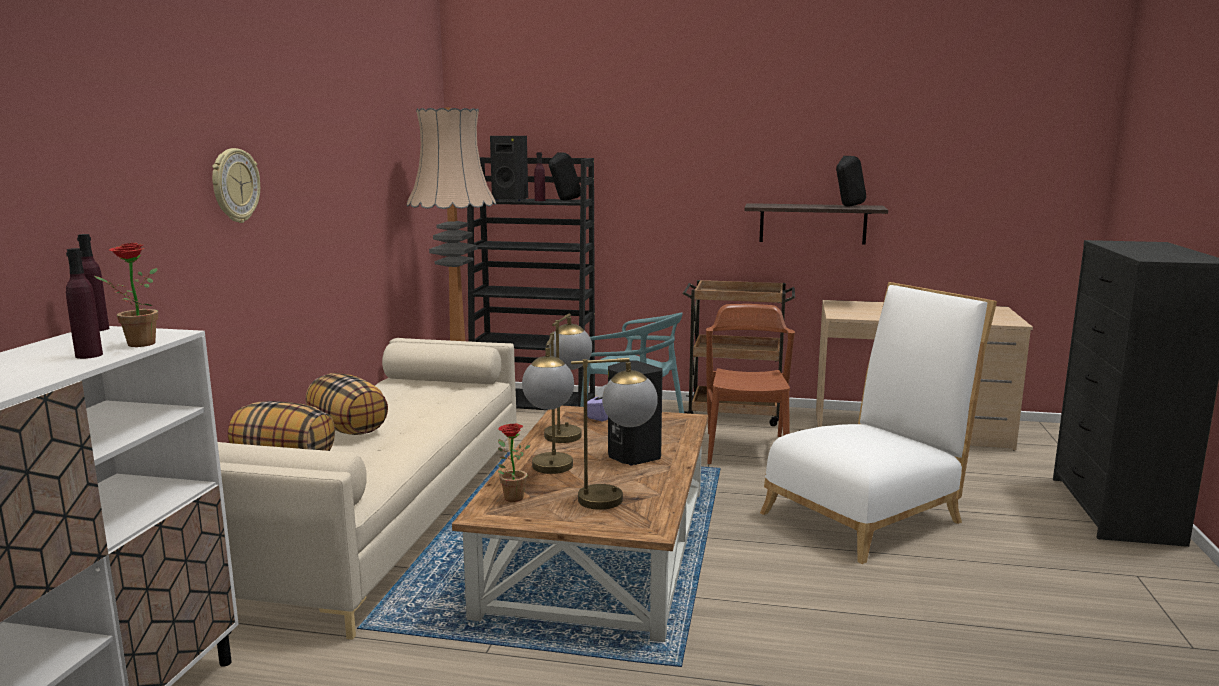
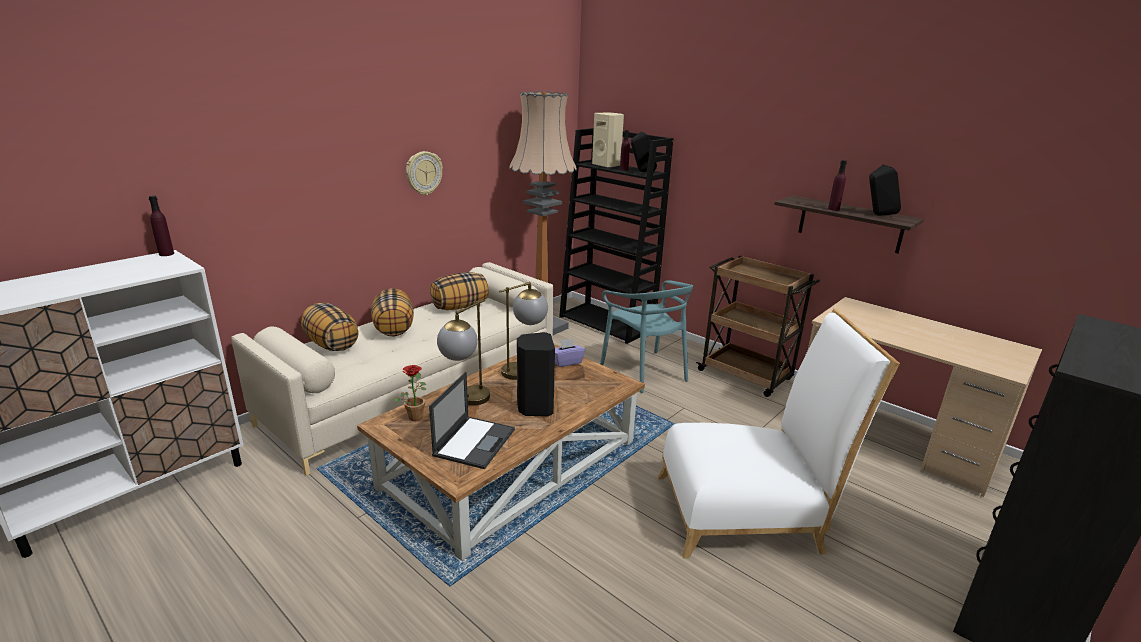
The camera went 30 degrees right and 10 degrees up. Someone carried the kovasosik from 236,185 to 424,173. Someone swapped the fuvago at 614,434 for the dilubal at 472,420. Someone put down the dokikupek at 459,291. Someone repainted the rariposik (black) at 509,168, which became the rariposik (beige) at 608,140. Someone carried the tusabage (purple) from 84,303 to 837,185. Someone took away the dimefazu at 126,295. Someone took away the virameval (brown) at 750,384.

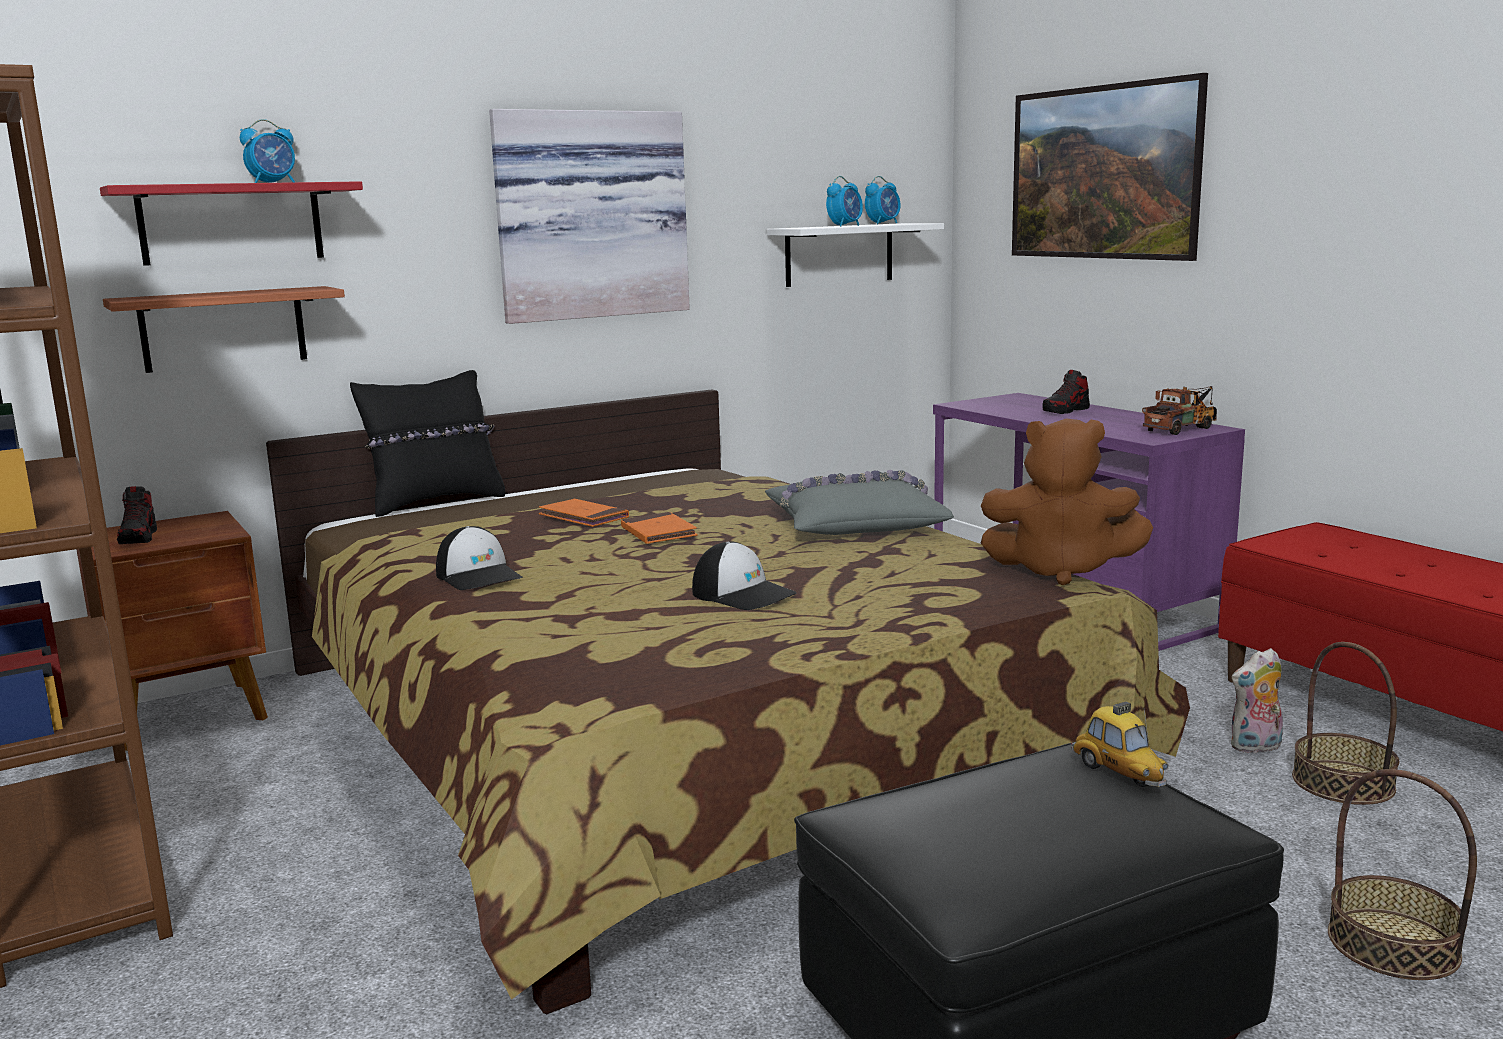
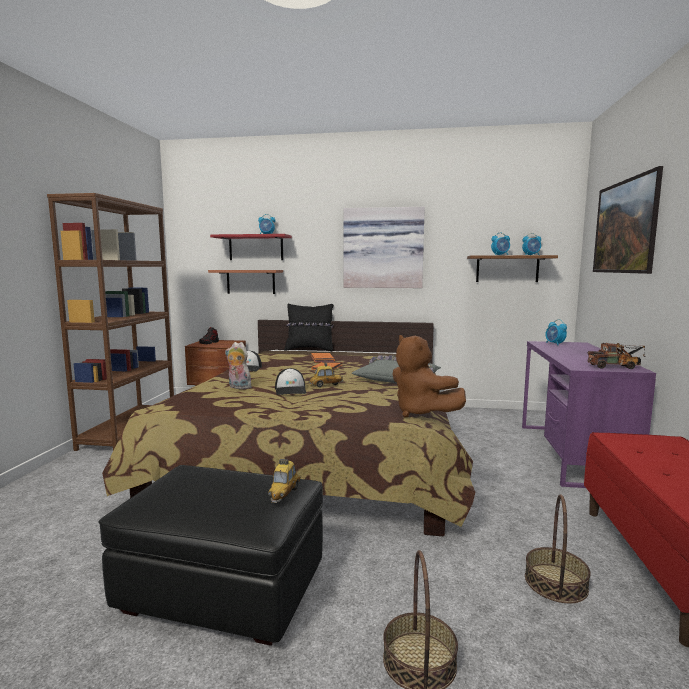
The camera went 40 degrees right and 5 degrees down. Someone carried the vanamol from 1259,700 to 238,365. Someone put down the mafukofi at 326,375. Someone repainted the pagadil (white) at 855,255, which became the pagadil (brown) at 512,268. Someone put down the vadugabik at 556,332. Someone took away the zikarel at 1066,392.

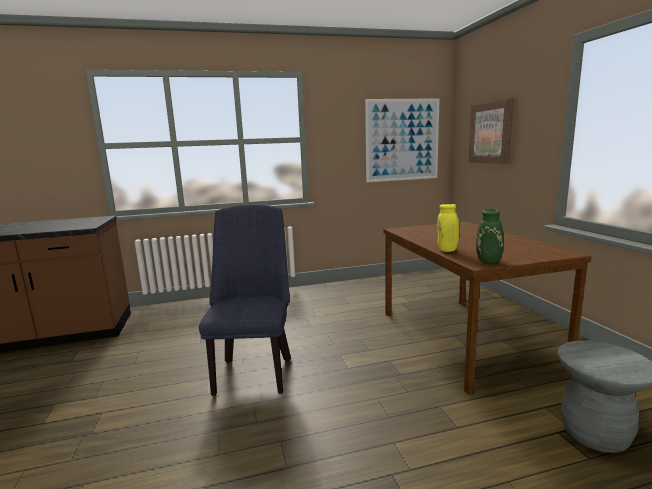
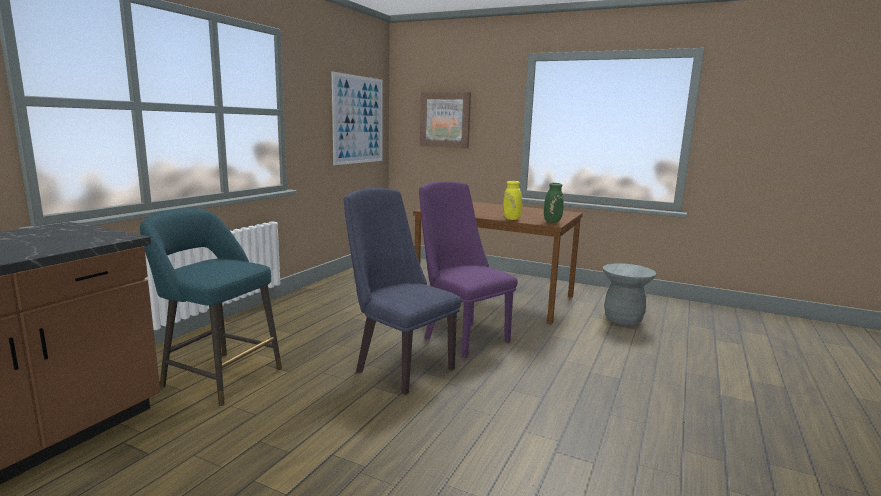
The camera went 50 degrees left and 0 degrees up. Someone put down the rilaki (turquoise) at 211,307. Someone put down the virameval (purple) at 468,269.

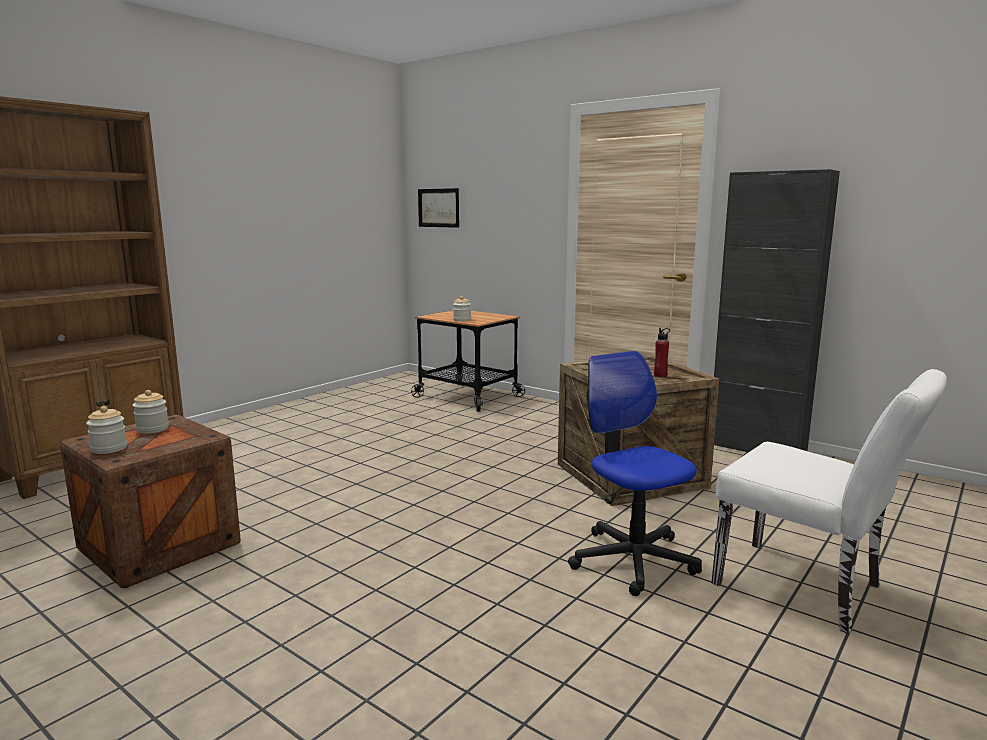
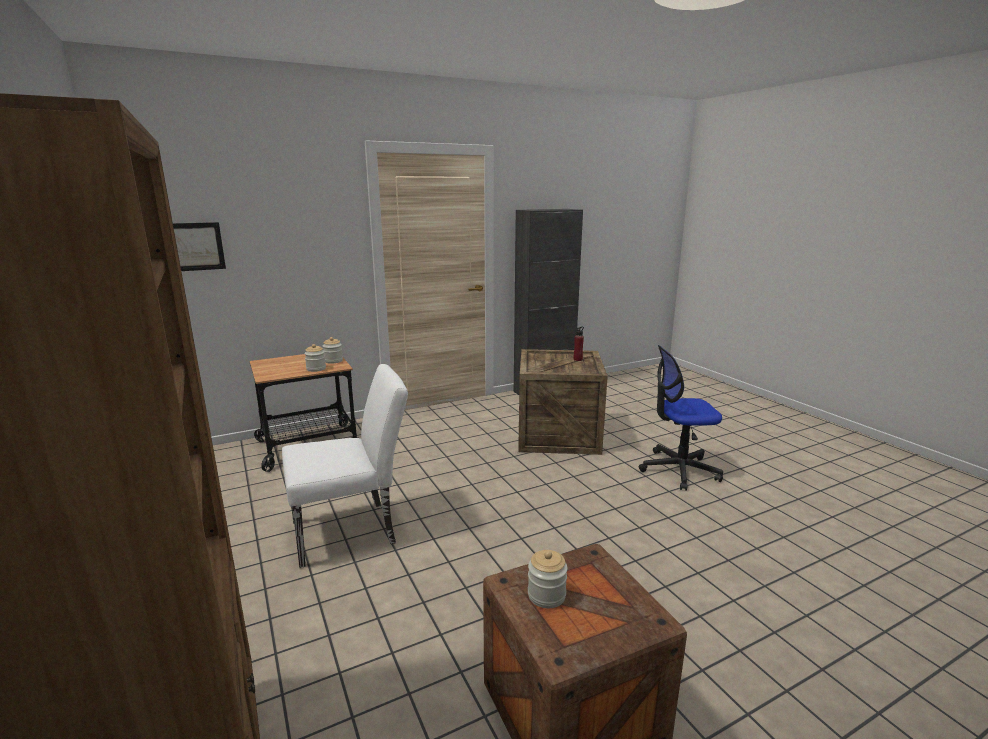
The camera went 65 degrees left and 5 degrees up. Someone carried the virameval (white) from 829,501 to 345,466. Someone carried the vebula from 106,430 to 333,350.

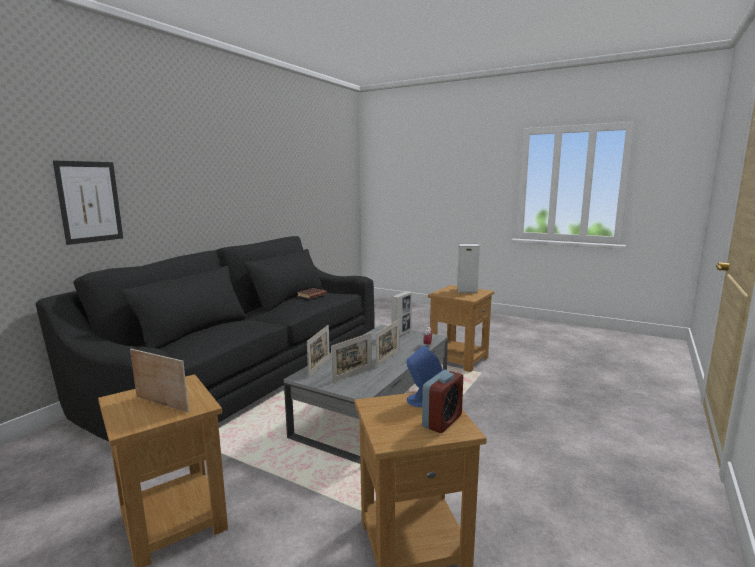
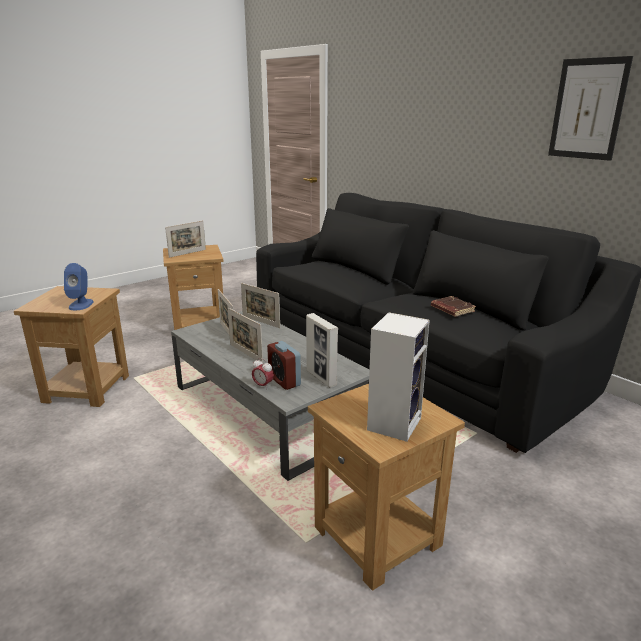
The camera went 110 degrees right and 10 degrees up. Someone carried the vadugabik from 442,401 to 284,365. Someone carried the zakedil from 88,203 to 590,108.

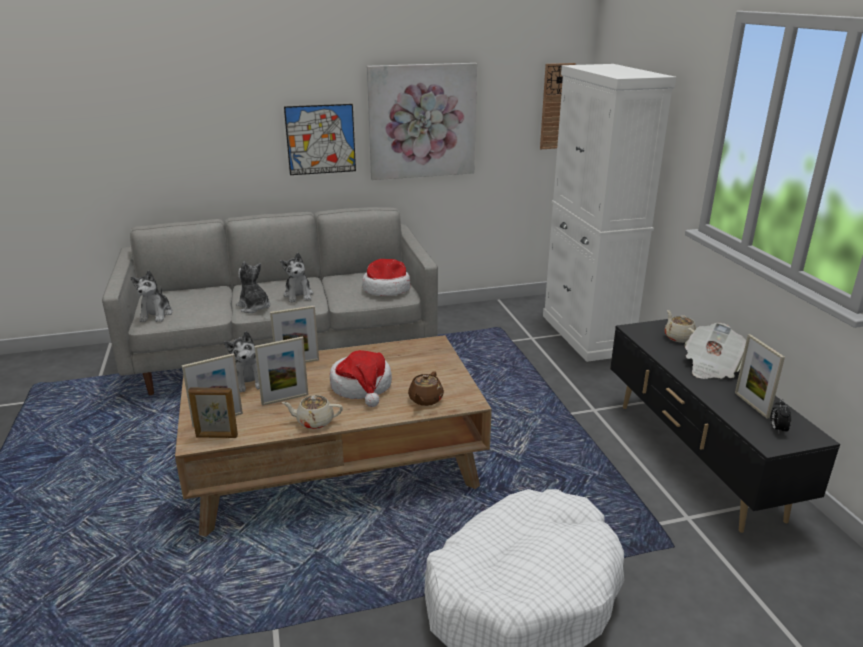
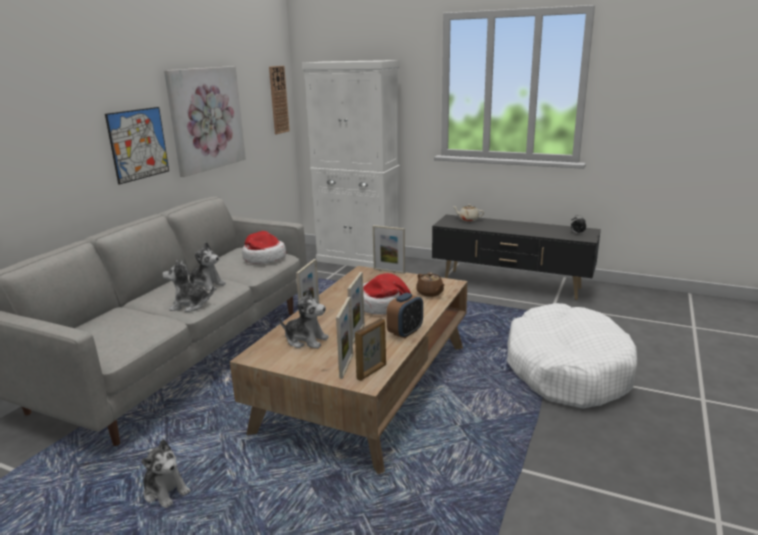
The camera went 50 degrees left and 5 degrees down. Someone carried the vanamol from 152,296 to 166,473. Someone carried the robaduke from 760,376 to 389,249. Someone swapped the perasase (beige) at 312,412 for the vadugabik at 404,316. Someone took away the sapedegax at 715,351.

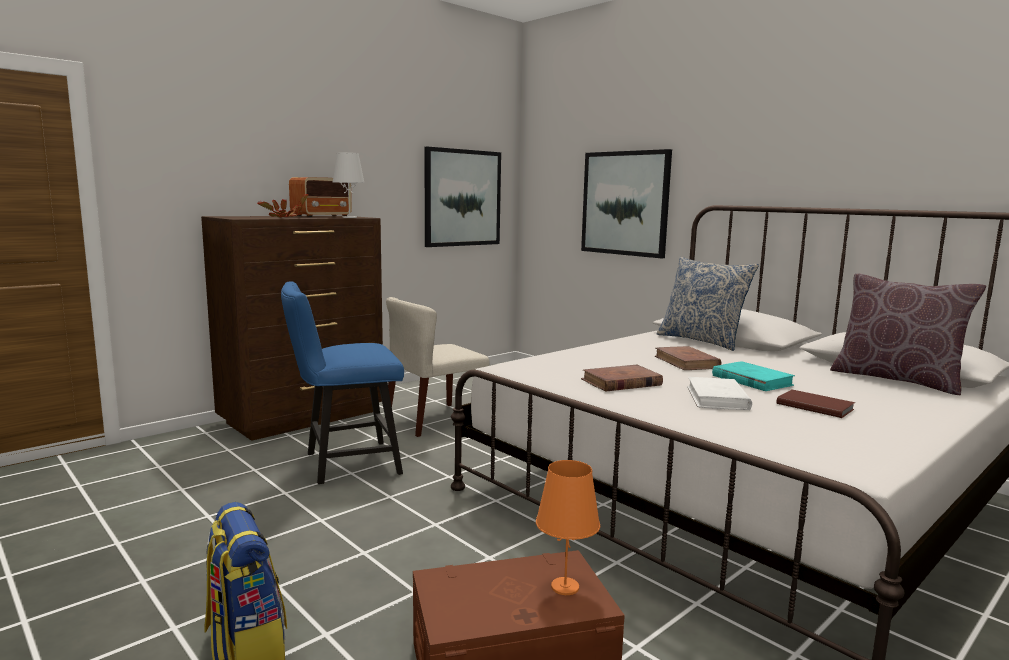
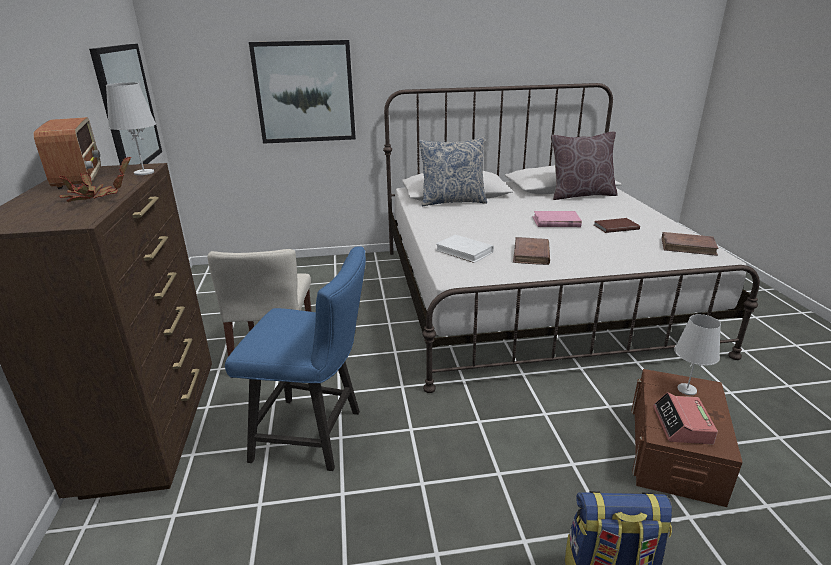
The camera went 55 degrees left and 15 degrees up. Someone rotated the virameval (blue) at 342,382 by 90 degrees counterclockwise. Someone carried the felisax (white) from 719,393 to 465,249. Someone repainted the felisax (turquoise) at 753,376, which became the felisax (pink) at 557,219. Someone put down the vadugabik at 685,418. Someone carried the felisax (brown) from 688,358 to 690,244. Someone repainted the fuvago (orange) at 568,527, which became the fuvago (white) at 697,354.

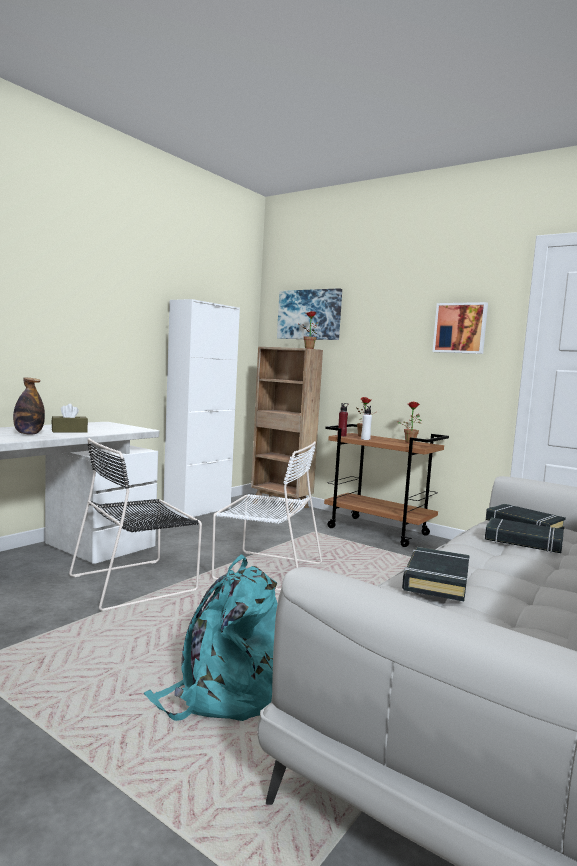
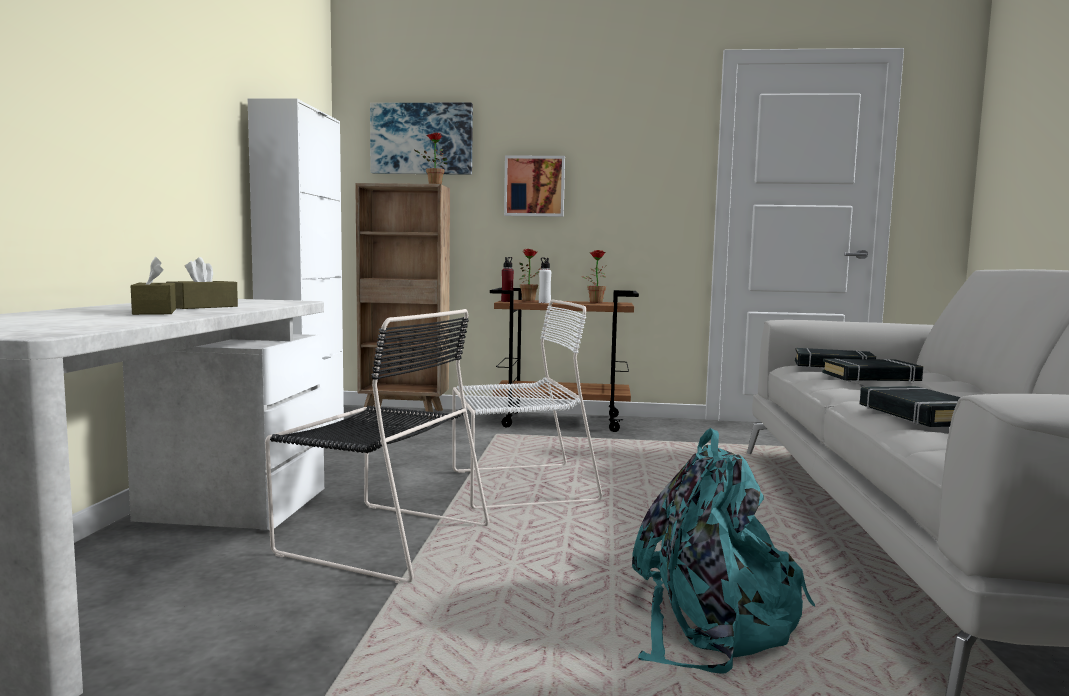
The camera went 30 degrees left and 0 degrees up. Someone swapped the tusabage at 29,406 for the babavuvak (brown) at 153,285. Someone rotated the virameval (black) at 135,524 by 90 degrees counterclockwise. Someone carried the zakedil from 460,328 to 534,186.

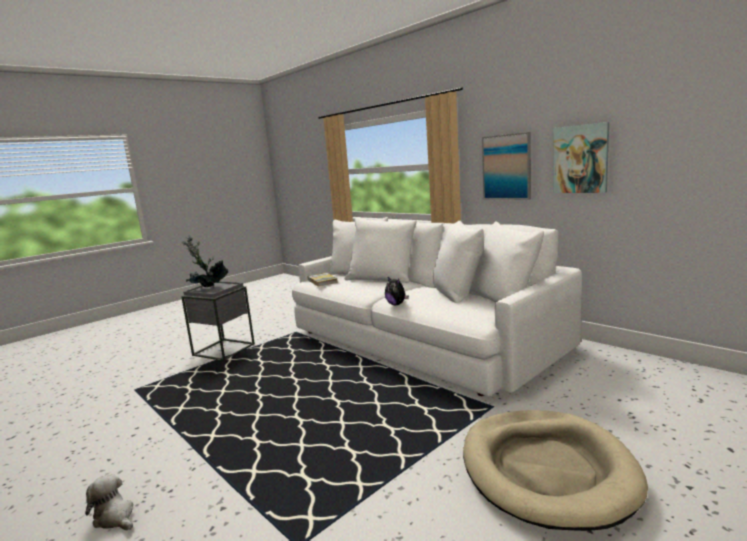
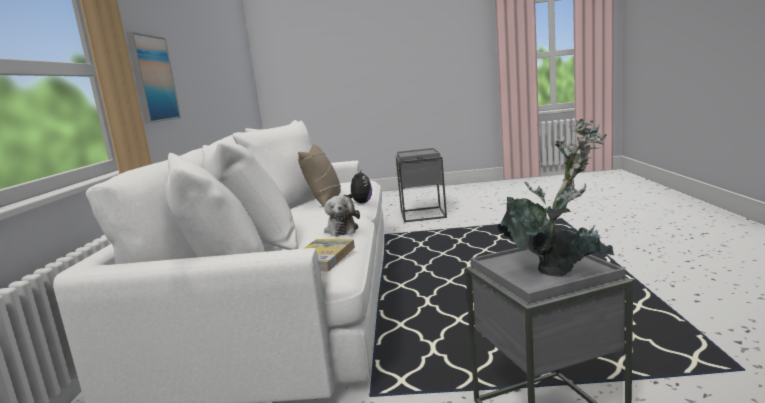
The camera went 135 degrees left and 0 degrees up. Someone put down the dokikupek (beige) at 319,175. Someone carried the vanamol from 109,502 to 342,215. Someone swapped the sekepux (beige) at 555,470 for the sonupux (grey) at 421,185. Someone took away the zakedil at 581,157.

